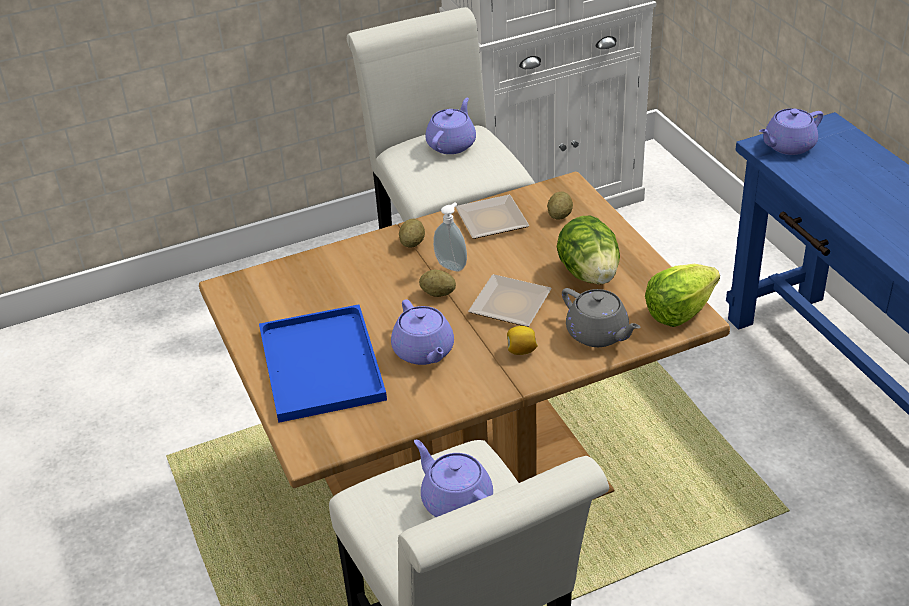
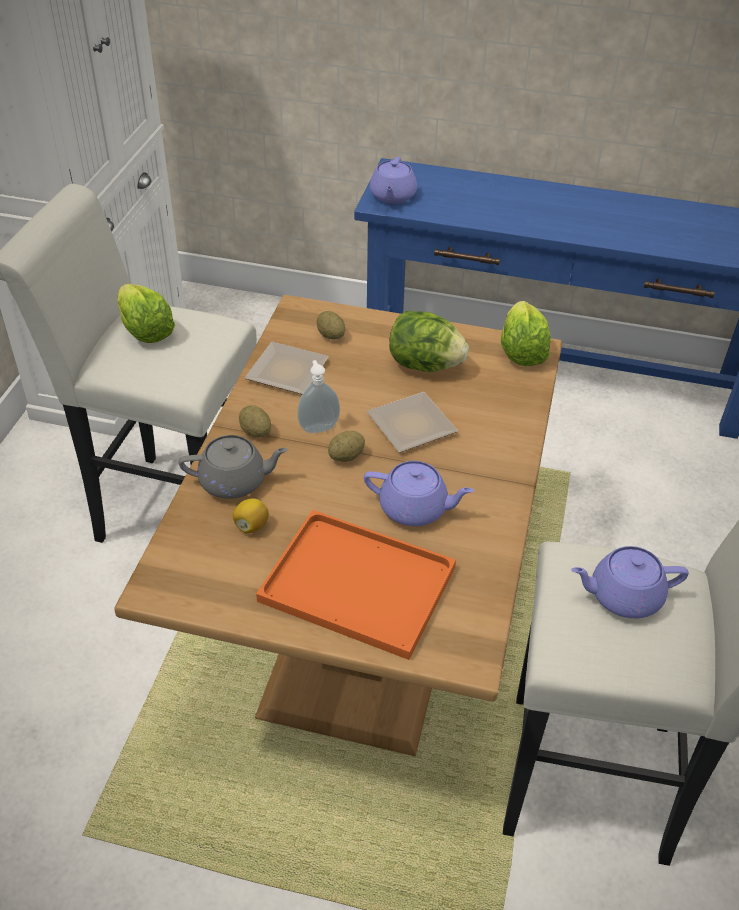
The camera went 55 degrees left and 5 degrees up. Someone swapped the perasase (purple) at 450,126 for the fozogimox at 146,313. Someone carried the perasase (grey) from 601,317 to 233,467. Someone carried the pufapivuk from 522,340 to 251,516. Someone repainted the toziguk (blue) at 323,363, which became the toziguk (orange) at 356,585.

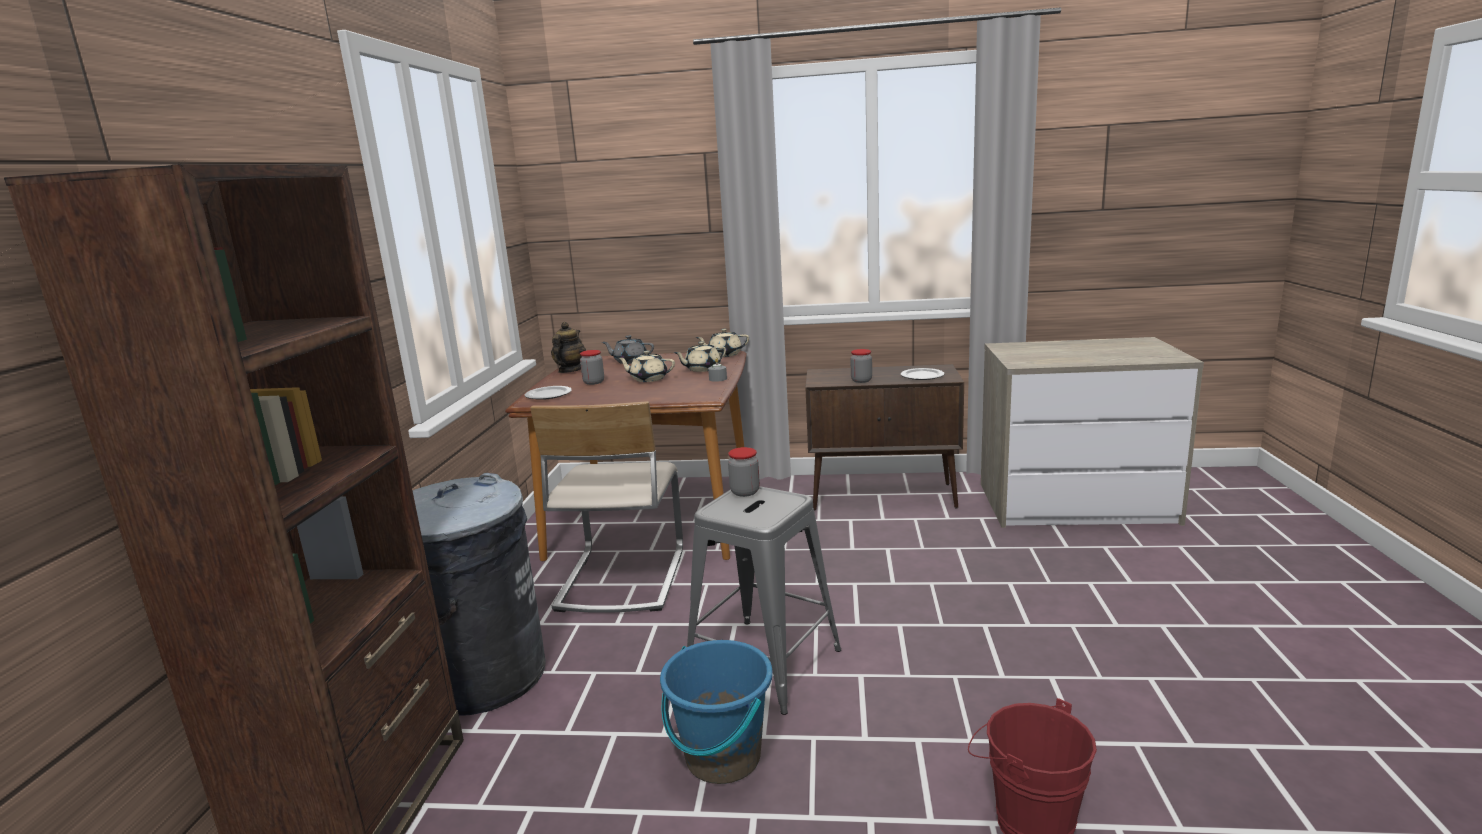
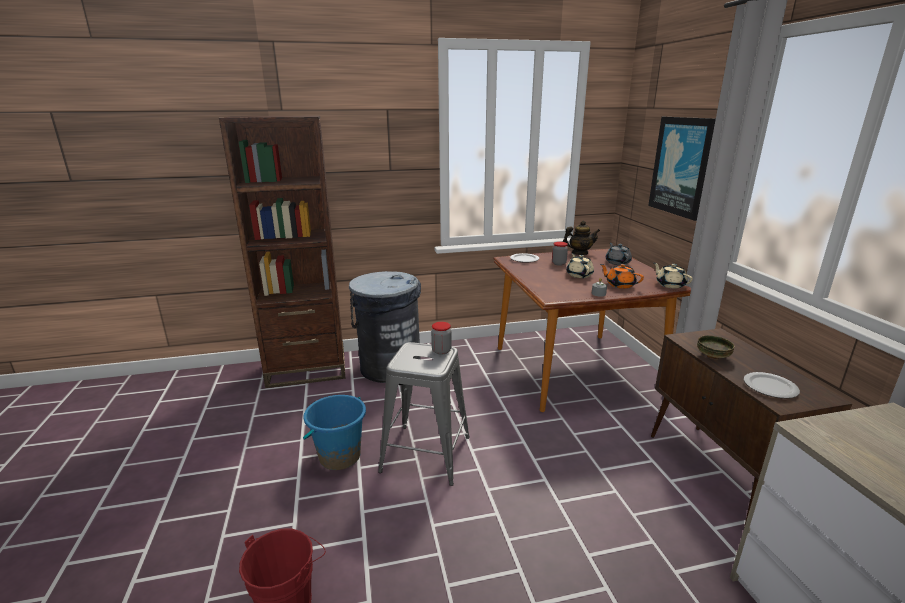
The camera went 70 degrees right and 5 degrees up. Someone repainted the perasase (beige) at 700,356, which became the perasase (orange) at 622,276. Someone put up the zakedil at 682,169. Someone swapped the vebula at 861,366 for the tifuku at 716,347. Someone took away the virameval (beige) at 606,507.

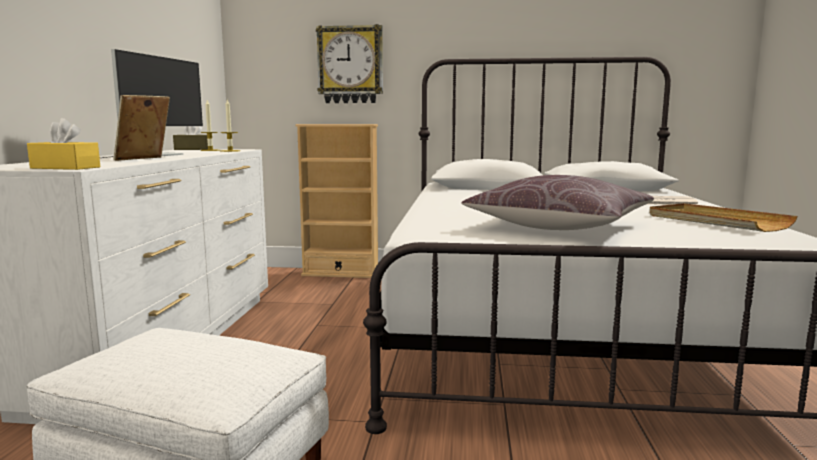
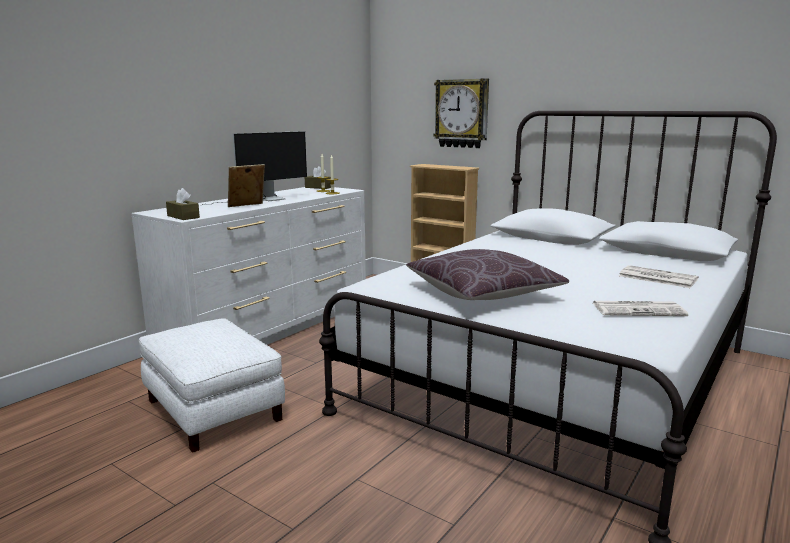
The camera went 30 degrees right and 5 degrees up. Someone repainted the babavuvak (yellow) at 63,144, which became the babavuvak (brown) at 183,204. Someone swapped the toziguk (beige) at 723,217 for the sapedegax at 640,308.

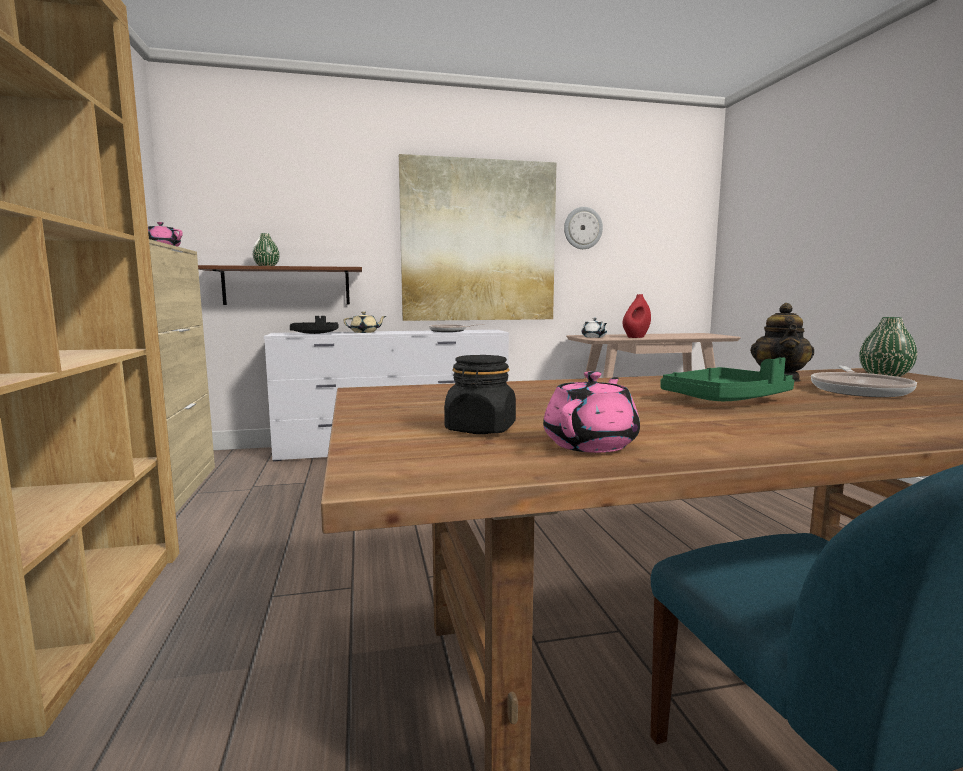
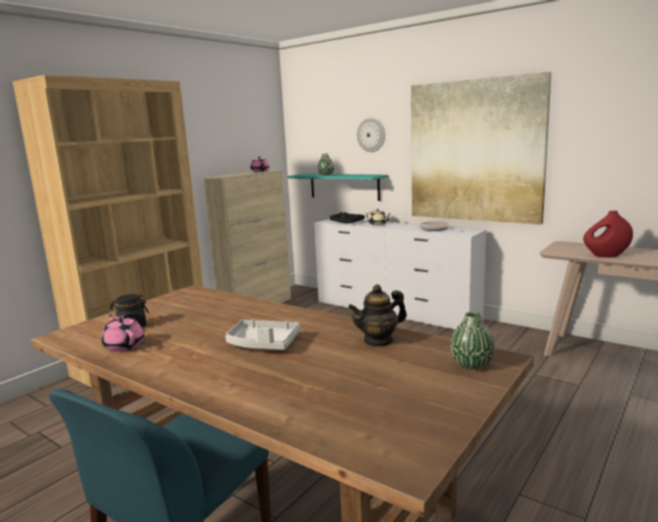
The camera went 50 degrees right and 5 degrees up. Someone rotated the perasase (pink) at 591,412 by 120 degrees counterclockwise. Someone repainted the toziguk (green) at 727,379, which became the toziguk (grey) at 262,335. Someone repainted the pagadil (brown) at 280,285, which became the pagadil (turquoise) at 338,187. Someone carried the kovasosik from 583,228 to 371,135. Someone took away the perasase (white) at 594,328. Someone took away the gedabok at 864,381.

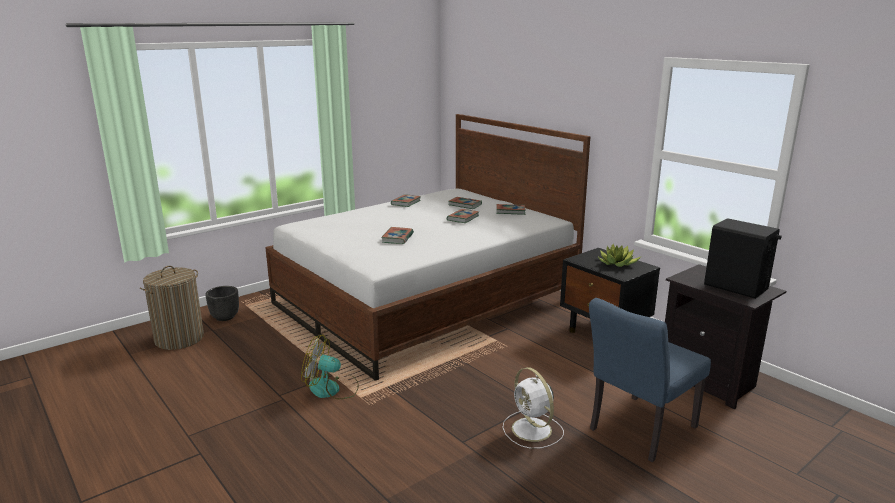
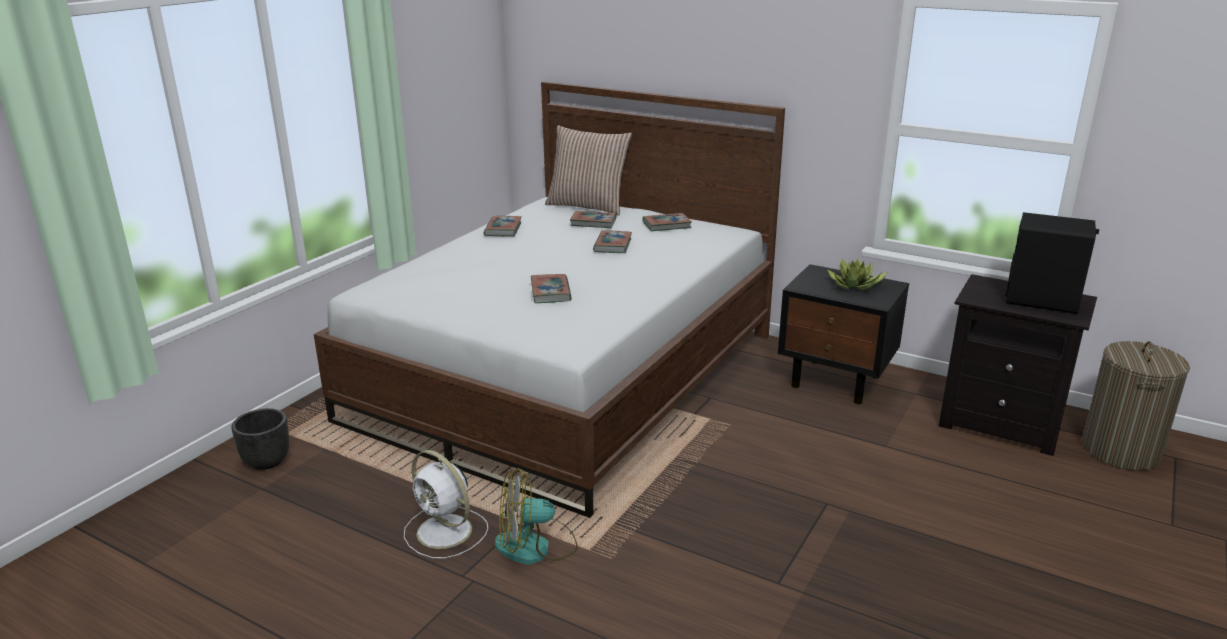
The camera went 20 degrees left and 5 degrees up. Someone carried the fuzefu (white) from 533,408 to 446,504. Someone put down the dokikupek at 588,170. Someone carried the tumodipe from 172,308 to 1136,405. Someone took away the virameval (blue) at 650,380.

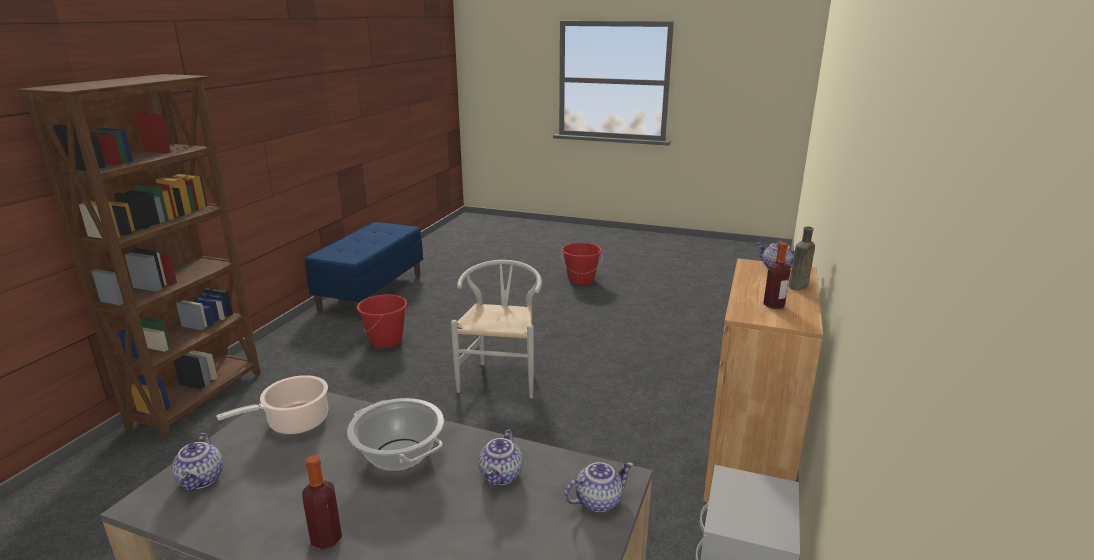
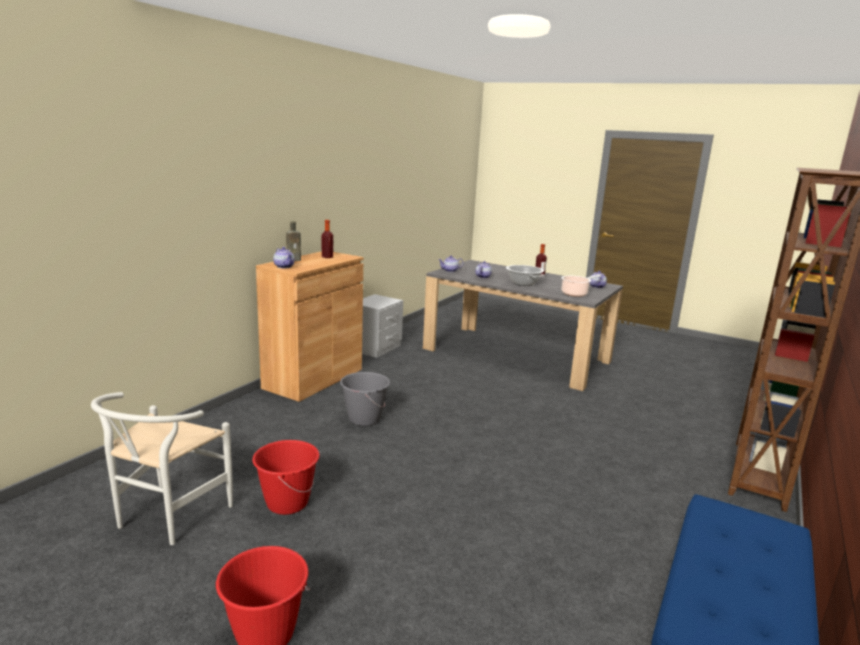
The camera went 170 degrees left and 5 degrees down. Someone carried the virameval (white) from 496,329 to 162,468. Someone carried the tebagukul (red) from 382,321 to 286,477. Someone put down the tebagukul (grey) at 365,399.

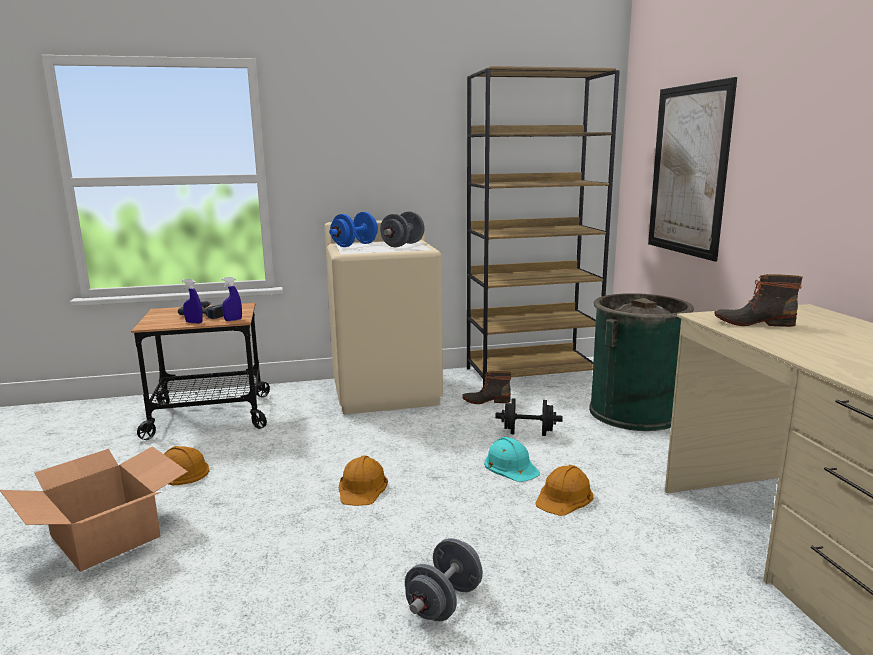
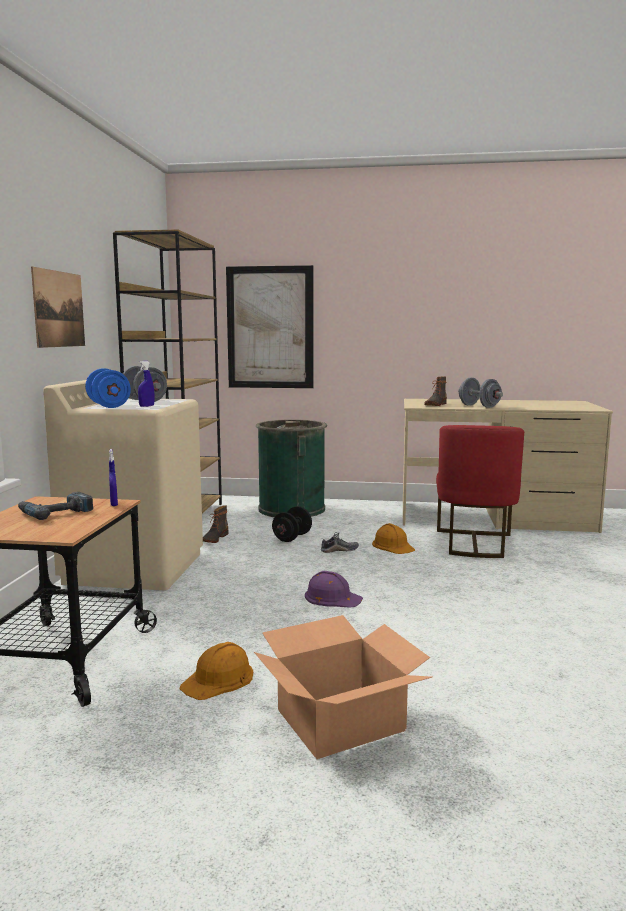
The camera went 70 degrees left and 5 degrees down. Someone put up the zakedil at 58,307. Someone carried the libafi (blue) from 192,301 to 146,384. Someone repainted the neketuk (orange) at 363,481, which became the neketuk (purple) at 334,589. Someone swapped the neketuk (turquoise) at 512,459 for the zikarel at 340,542. Someone put down the virameval (red) at 480,491. Someone carried the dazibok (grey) from 444,579 to 480,393.

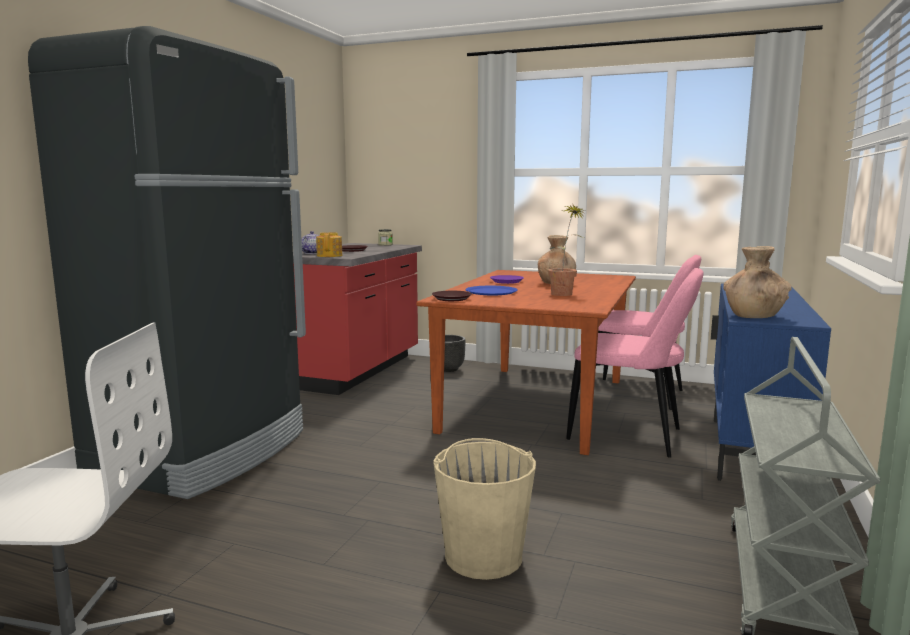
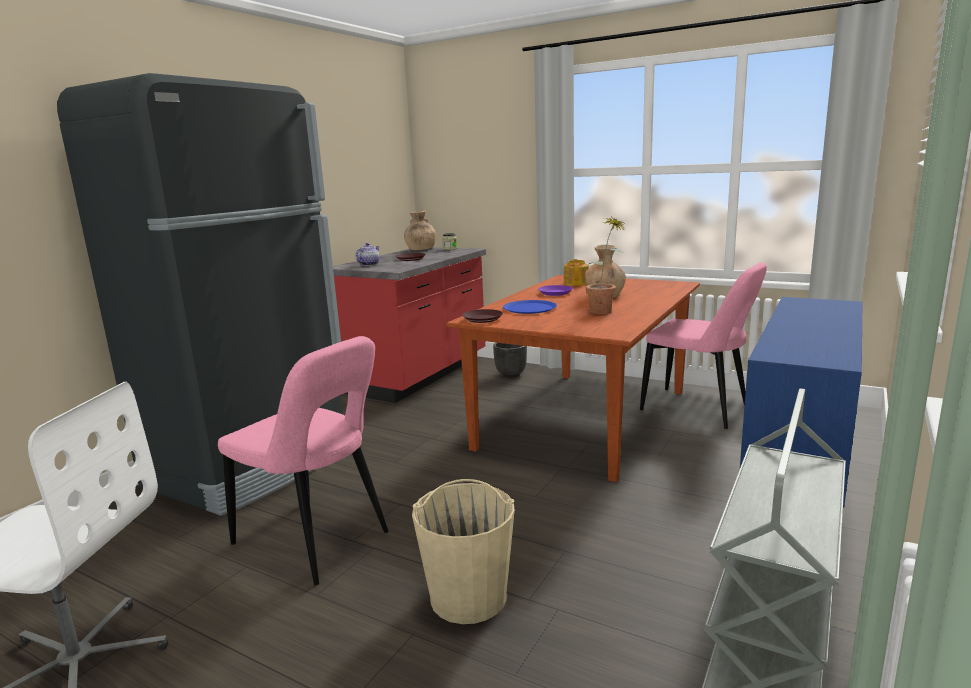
The camera went 10 degrees right and 5 degrees up. Someone carried the virameval (pink) from 635,363 to 303,461. Someone carried the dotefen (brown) from 757,282 to 420,230. Someone carried the perasase from 329,244 to 576,272.

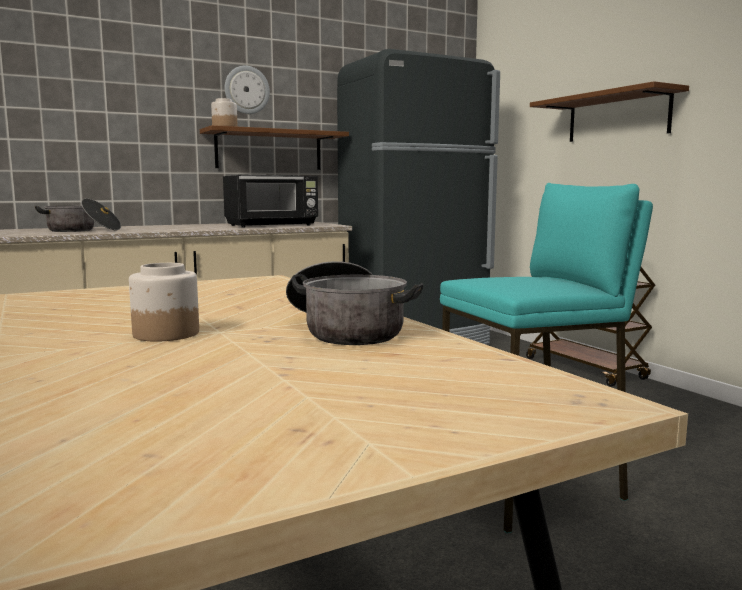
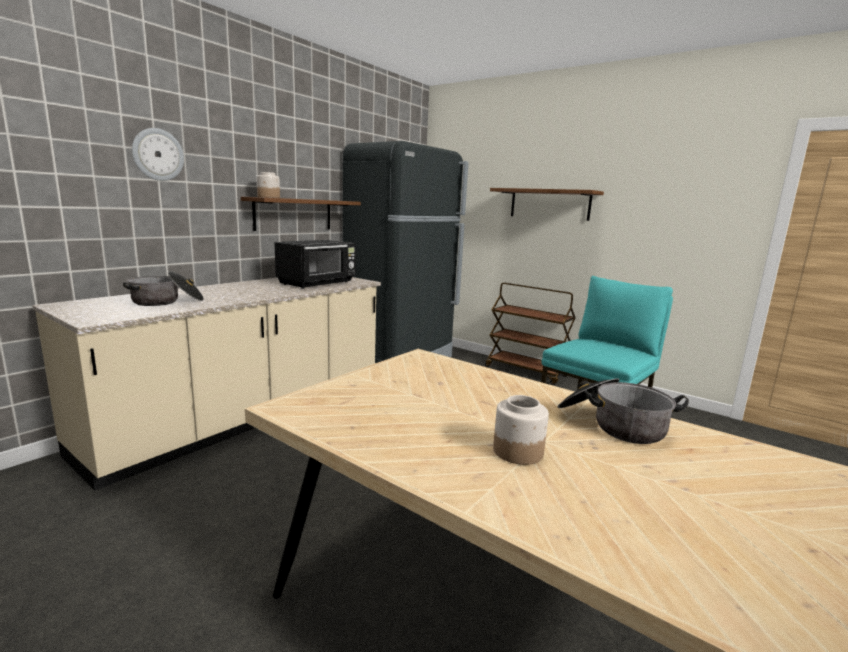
The camera went 25 degrees left and 5 degrees up. Someone carried the kovasosik from 247,90 to 158,154.

